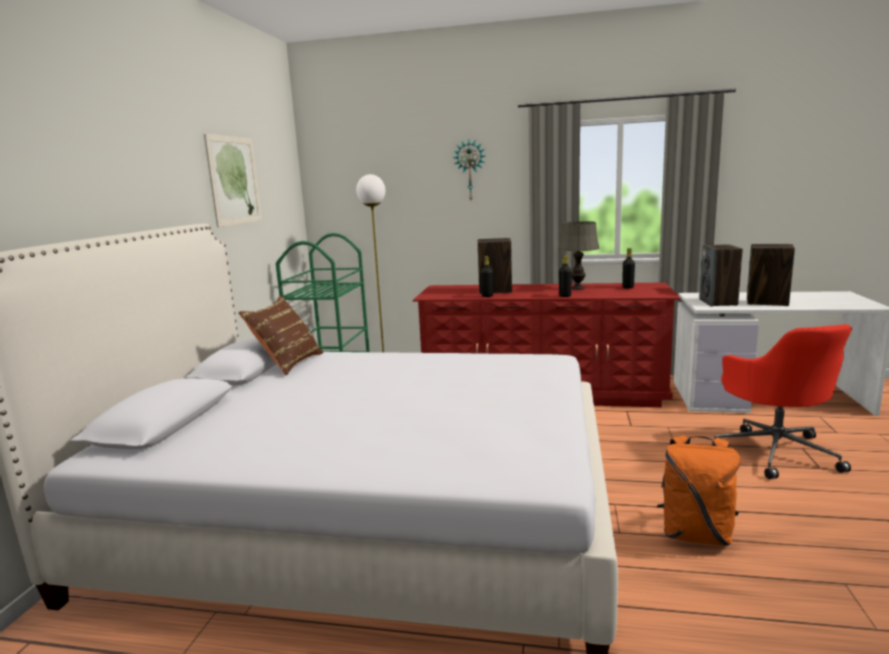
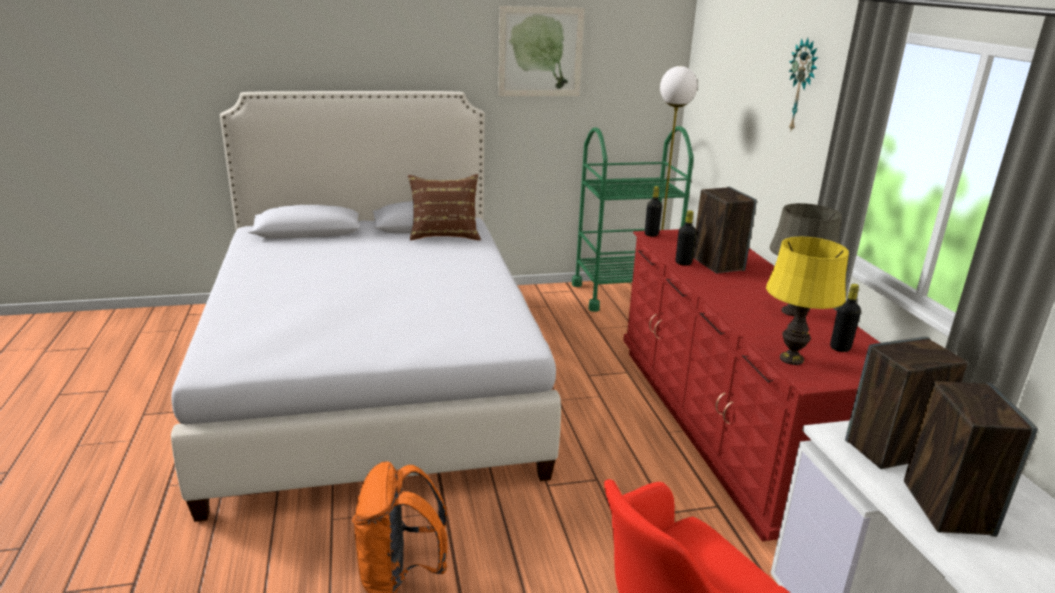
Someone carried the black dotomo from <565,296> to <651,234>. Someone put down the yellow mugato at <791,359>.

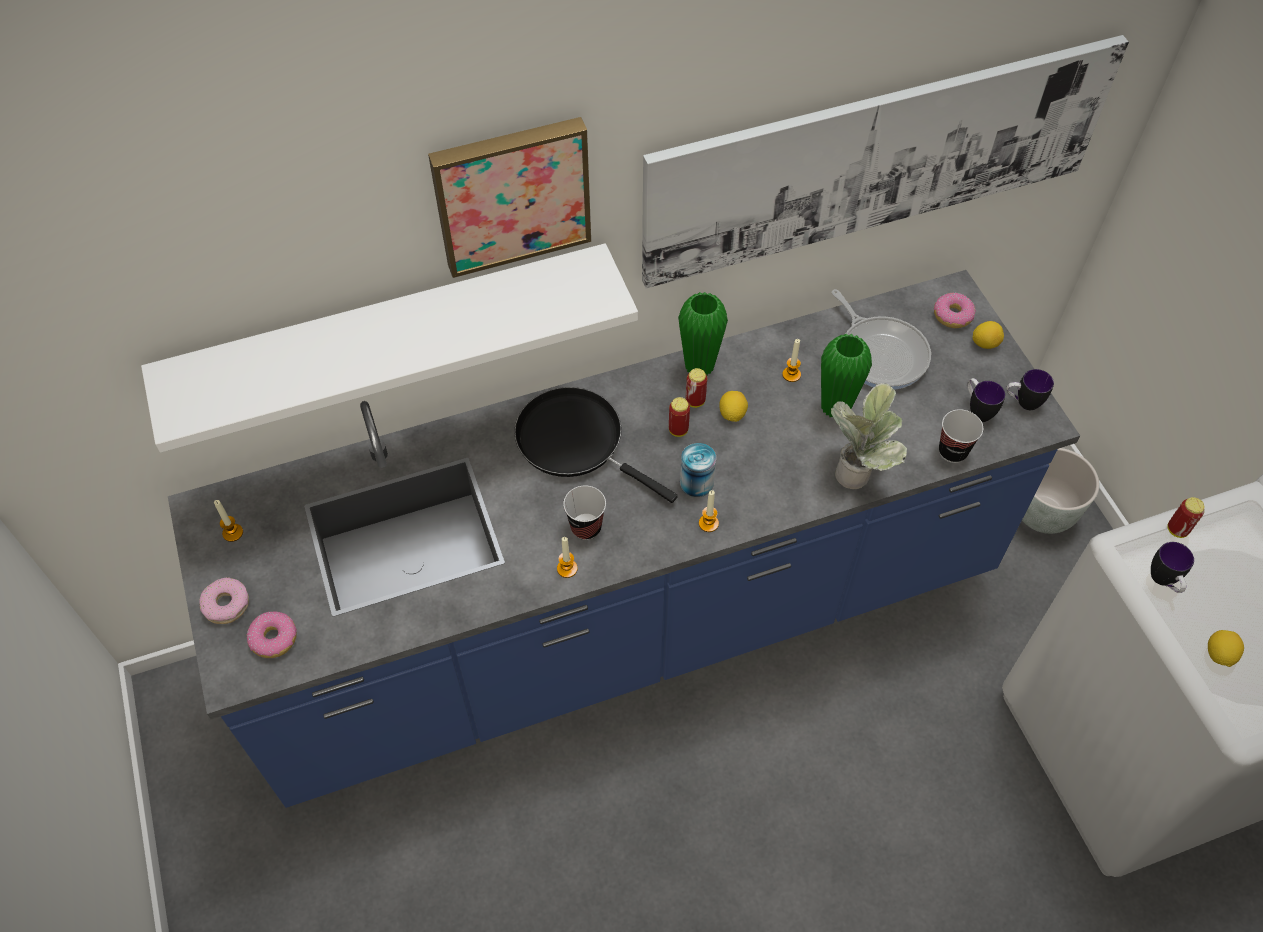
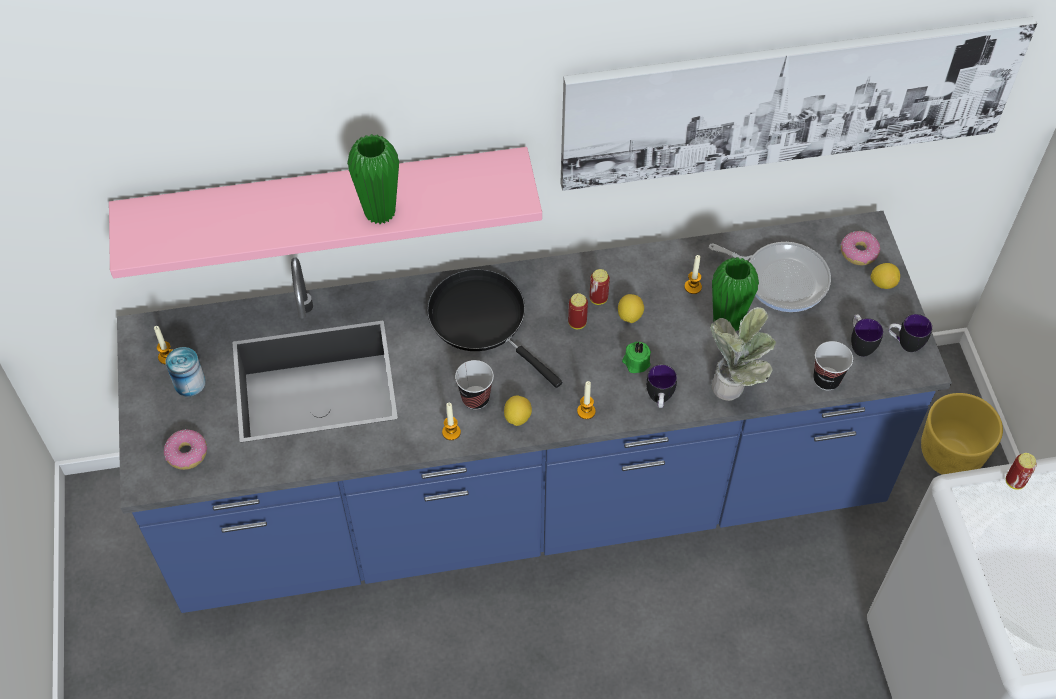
Someone took away the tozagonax at <511,193>. Someone repainted the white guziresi at <389,333>, which became the pink guziresi at <325,201>. Someone rotated the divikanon at <880,353> by 45 degrees counterclockwise. Someone carried the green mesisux from <699,366> to <380,212>. Someone carried the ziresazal from <696,482> to <190,383>. Someone repainted the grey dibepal at <1041,512>, which became the yellow dibepal at <948,455>. Someone carried the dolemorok from <1164,582> to <659,400>. Someone took away the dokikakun at <226,604>. Someone carried the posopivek from <1218,655> to <517,417>. Someone put down the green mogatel at <635,362>.

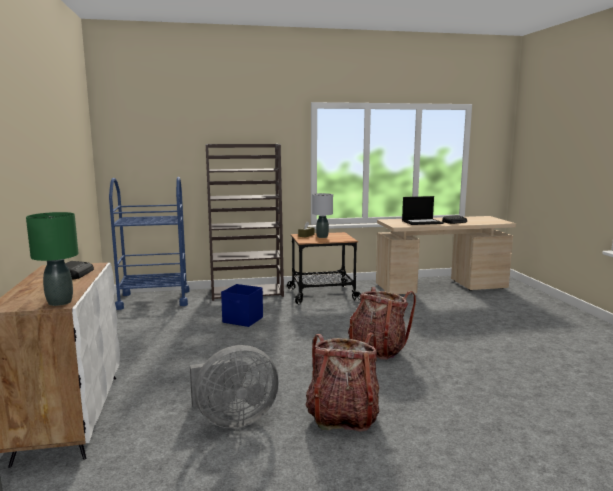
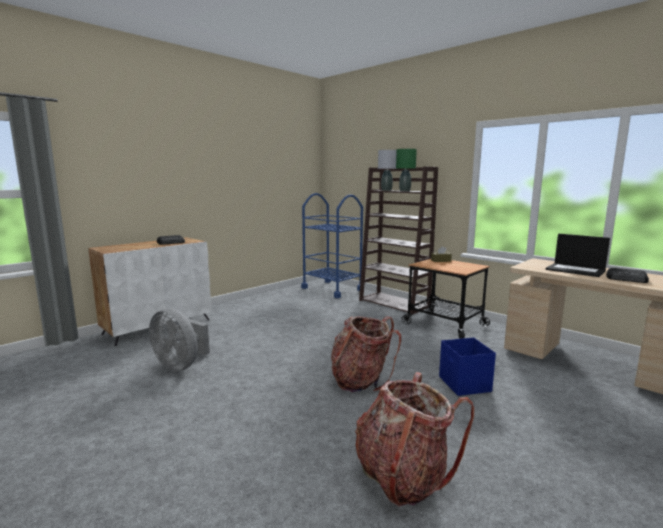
Someone carried the grey mugato from <322,237> to <386,190>. Someone carried the green mugato from <59,302> to <404,191>. Someone carried the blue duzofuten from <243,320> to <464,384>. Someone carried the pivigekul from <342,416> to <403,476>.

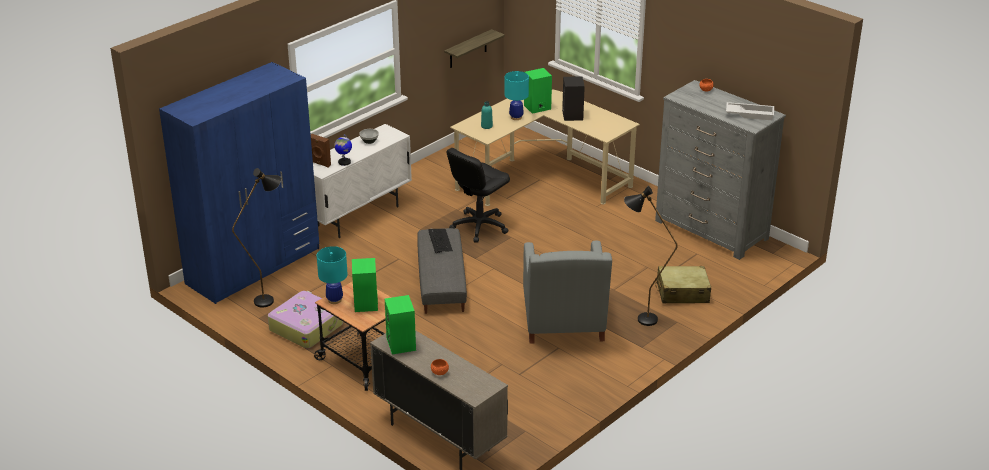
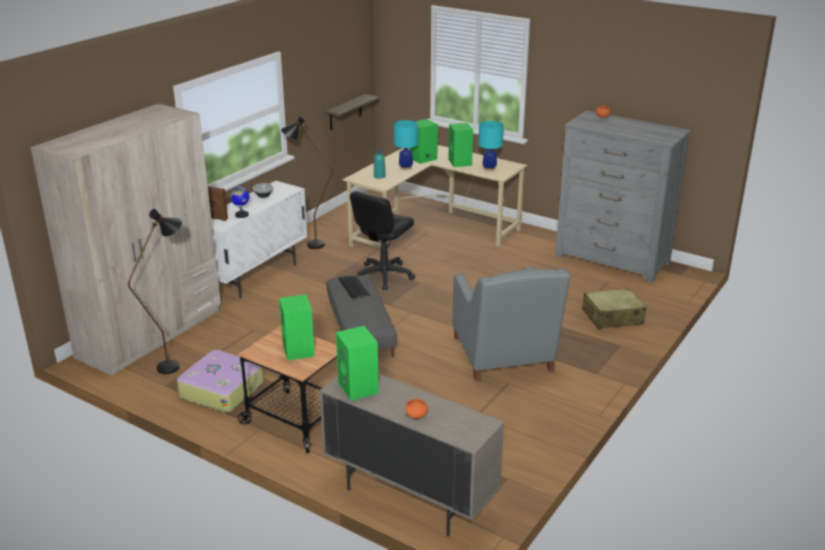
Someone repainted the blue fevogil at <254,266>, which became the beige fevogil at <151,333>. Someone repainted the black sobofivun at <573,115>, which became the green sobofivun at <460,162>. Someone took away the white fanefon at <750,114>. Someone carried the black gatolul from <639,319> to <309,245>. Someone carried the turquoise mugato from <334,300> to <489,168>.

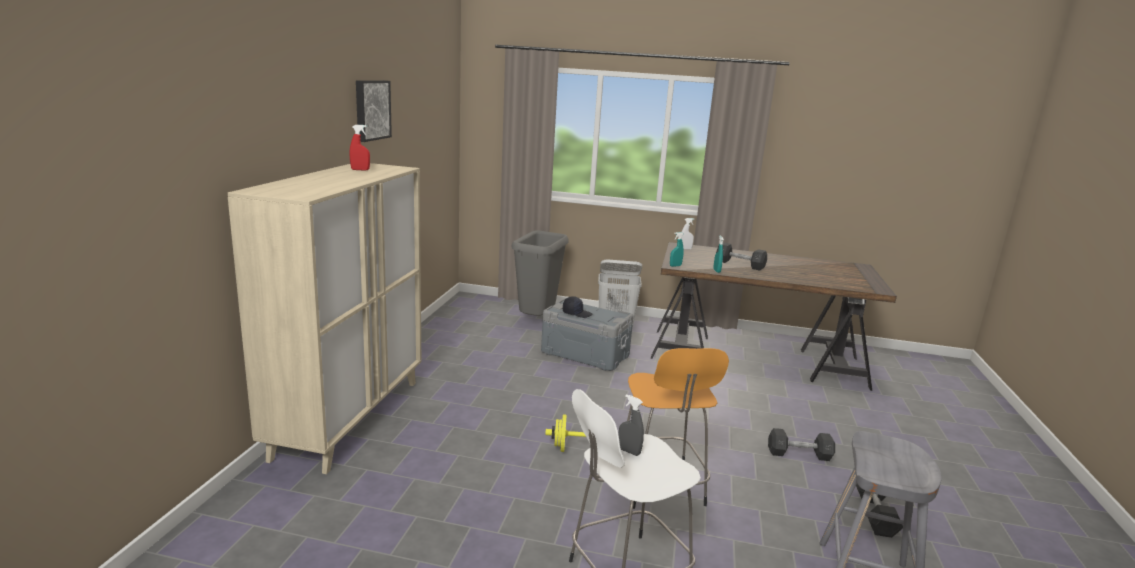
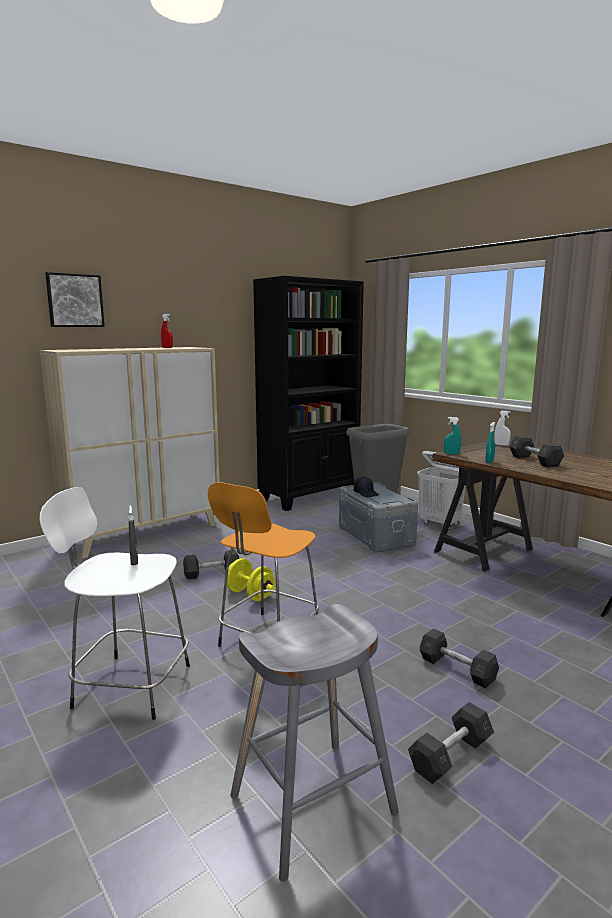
Someone carried the tozagonax from <371,110> to <75,300>. Someone put down the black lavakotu at <310,496>. Someone put down the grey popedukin at <212,573>.

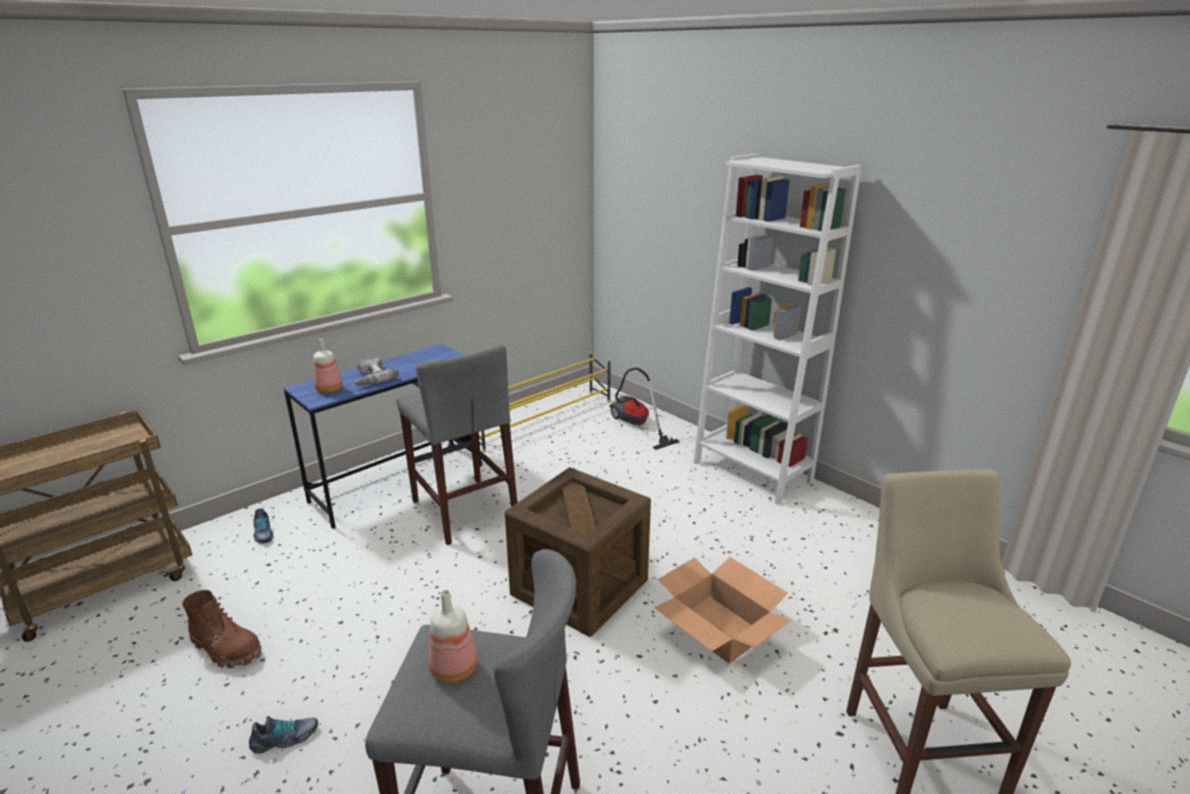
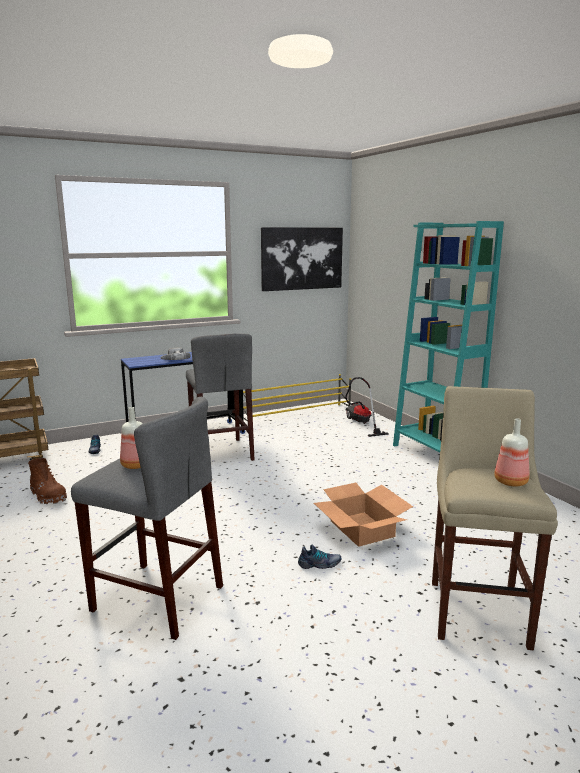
Someone repainted the white lavakotu at <752,472>, which became the turquoise lavakotu at <434,454>. Someone carried the dotomo from <330,389> to <510,481>. Someone took away the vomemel at <579,588>. Someone carried the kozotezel from <285,739> to <319,564>. Someone put up the tozagonax at <302,258>.

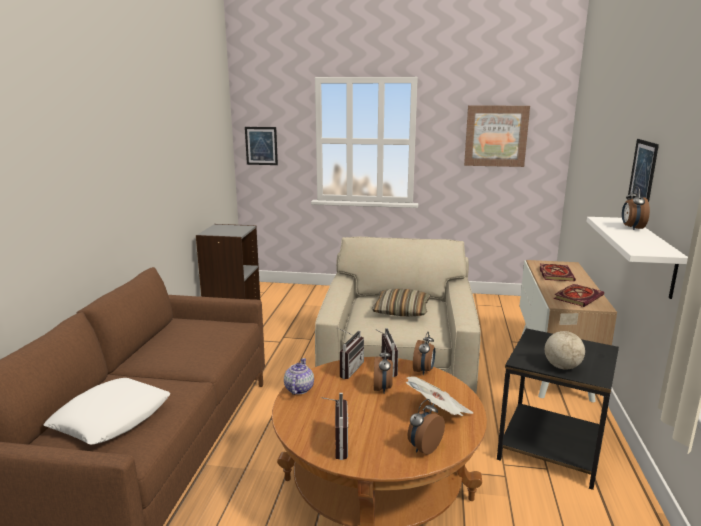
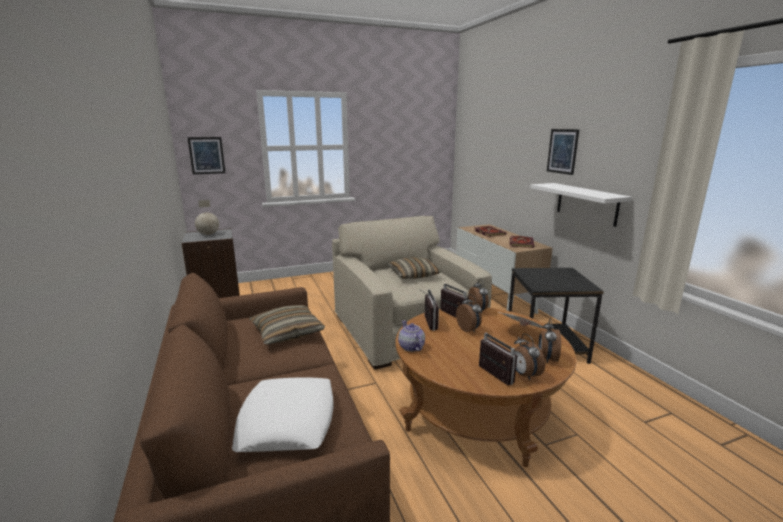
Someone took away the tozagonax at <496,136>. Someone carried the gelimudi from <631,228> to <524,375>. Someone carried the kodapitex from <561,367> to <208,234>. Someone put down the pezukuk at <287,332>.

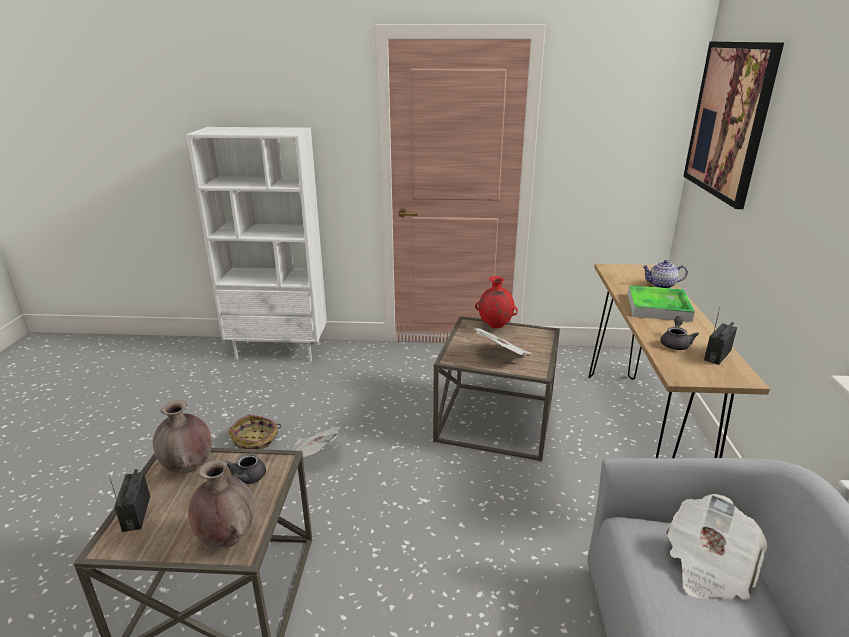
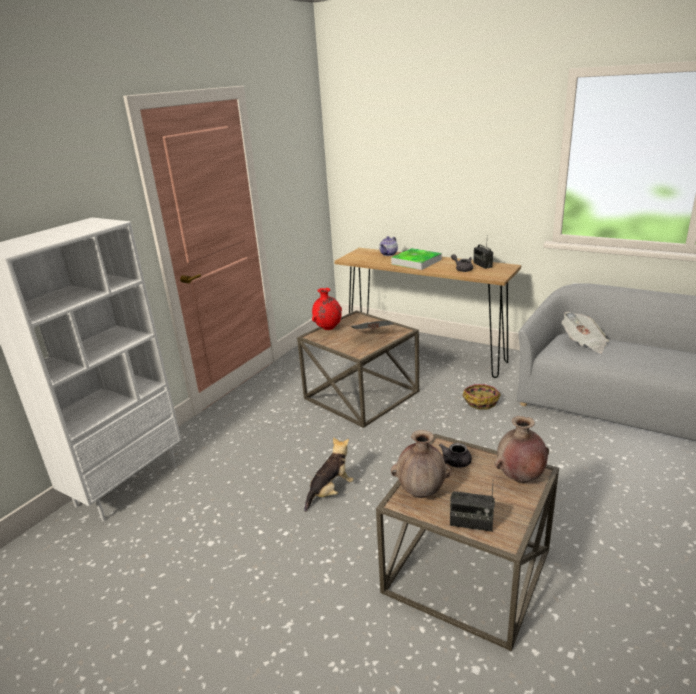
Someone took away the tozagonax at <729,120>. Someone carried the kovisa from <256,440> to <481,401>. Someone swapped the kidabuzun at <313,455> for the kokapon at <330,492>. Someone rotated the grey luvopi at <246,479> by 90 degrees clockwise.

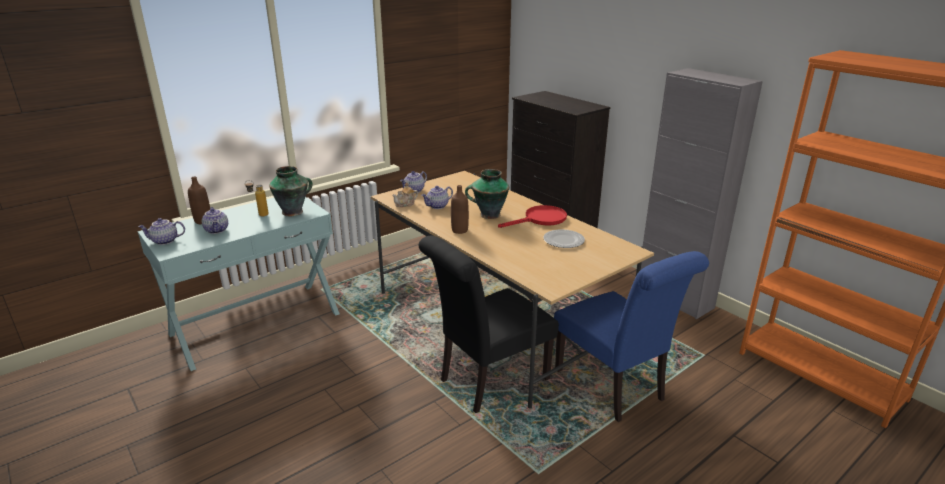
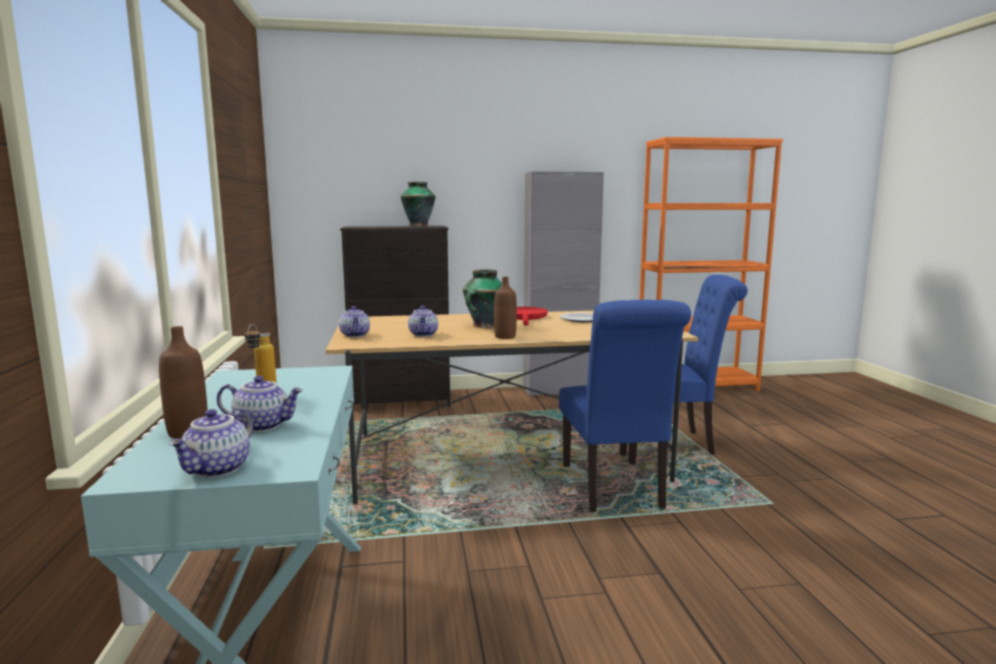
Someone carried the mesisux from <293,212> to <418,226>. Someone took away the luvopi at <405,204>. Someone repainted the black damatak at <488,381>, which became the blue damatak at <614,489>.

